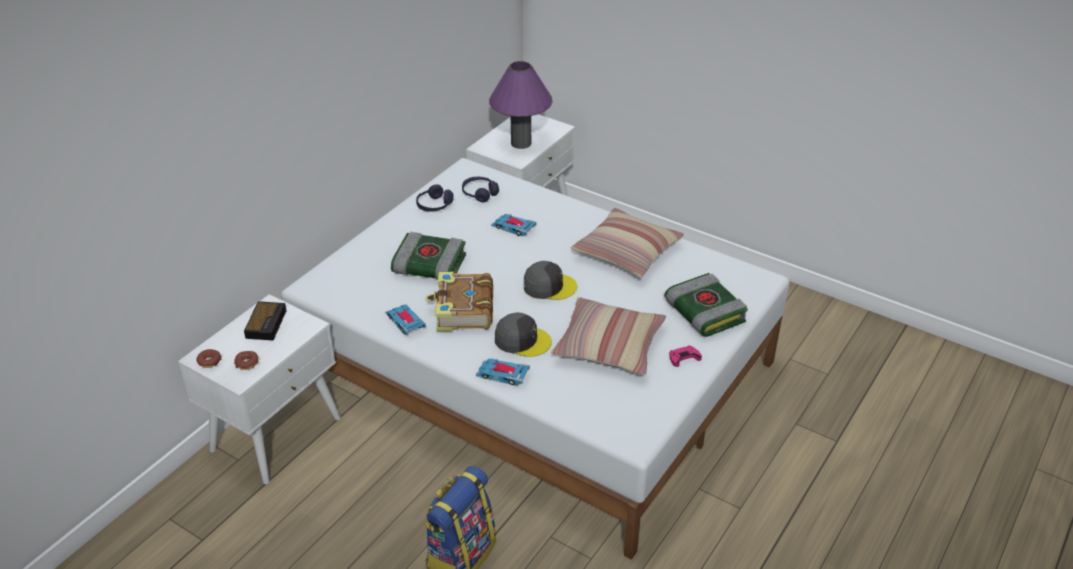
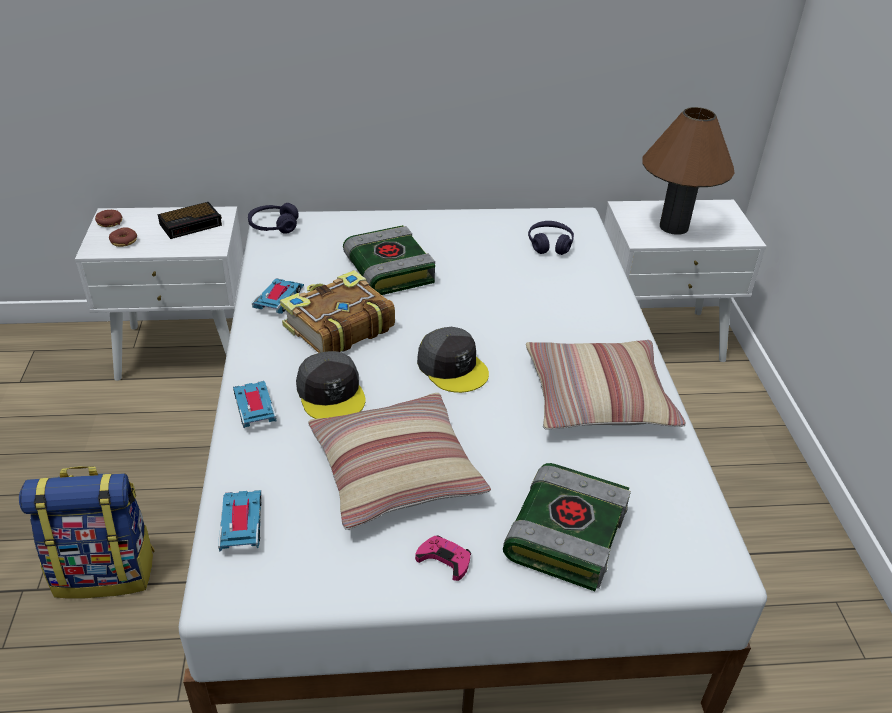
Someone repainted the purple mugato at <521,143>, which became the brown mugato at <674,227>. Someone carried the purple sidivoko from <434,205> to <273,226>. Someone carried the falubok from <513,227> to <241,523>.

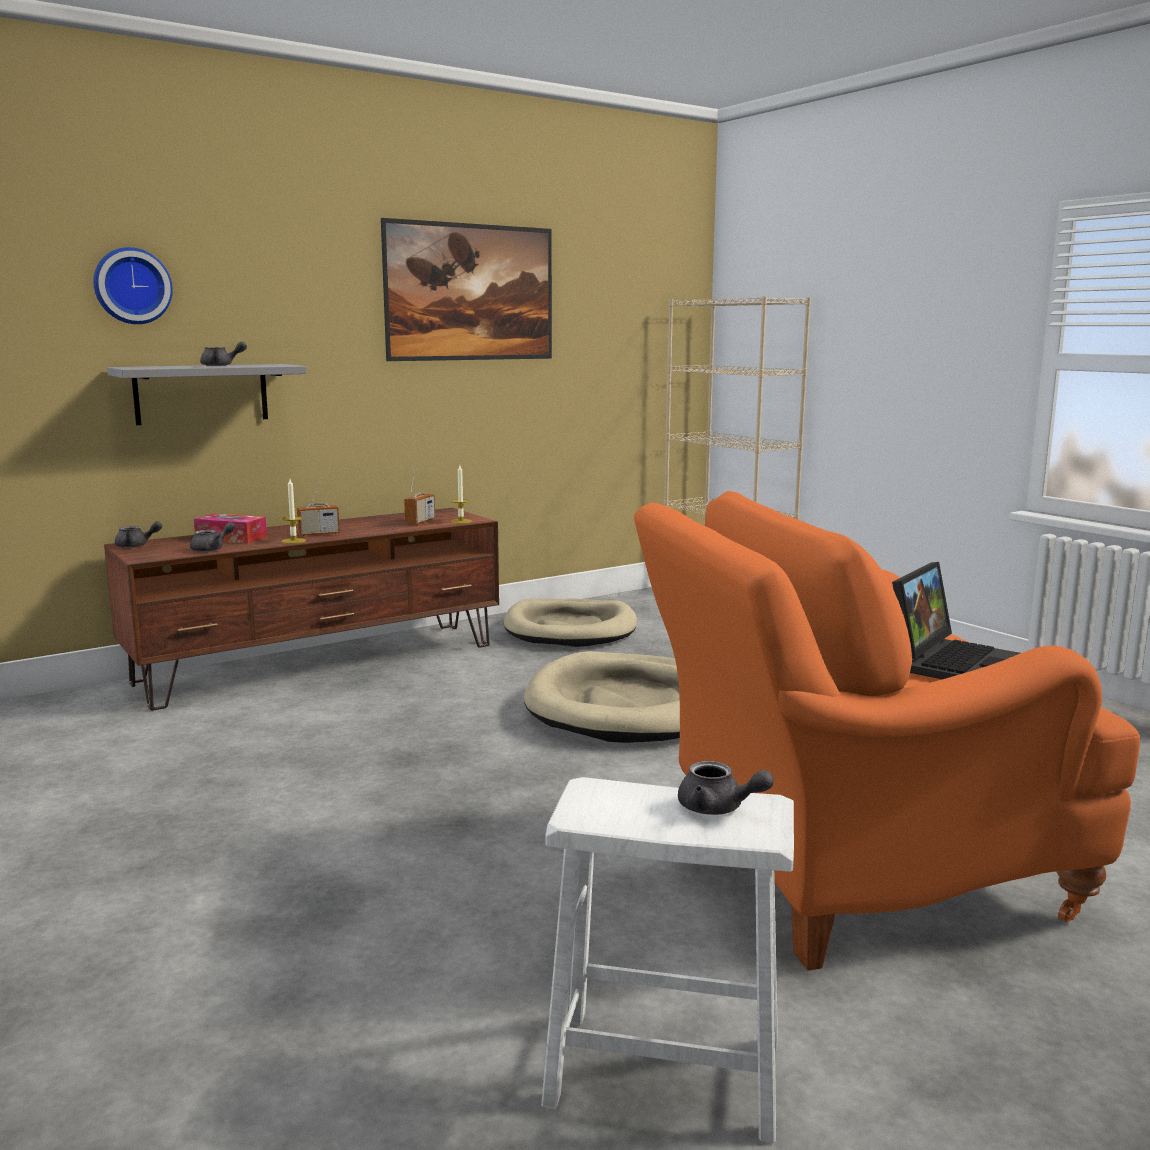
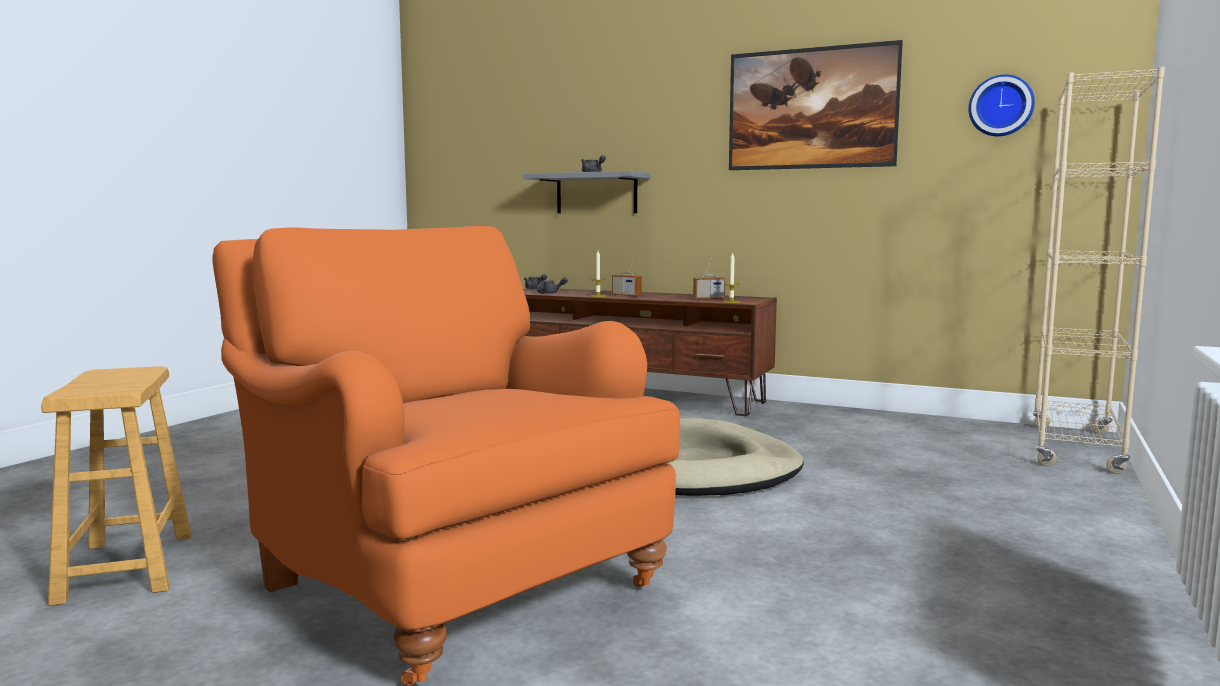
Someone carried the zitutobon from <132,286> to <1001,106>. Someone took away the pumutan at <231,538>. Someone took away the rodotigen at <952,662>. Someone took away the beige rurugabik at <570,629>. Someone took away the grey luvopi at <718,808>. Someone repainted the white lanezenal at <664,1073>, which became the brown lanezenal at <126,567>.

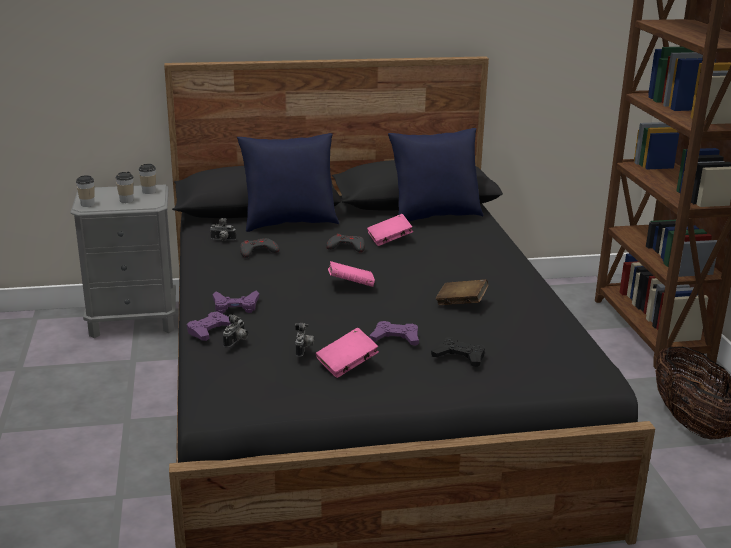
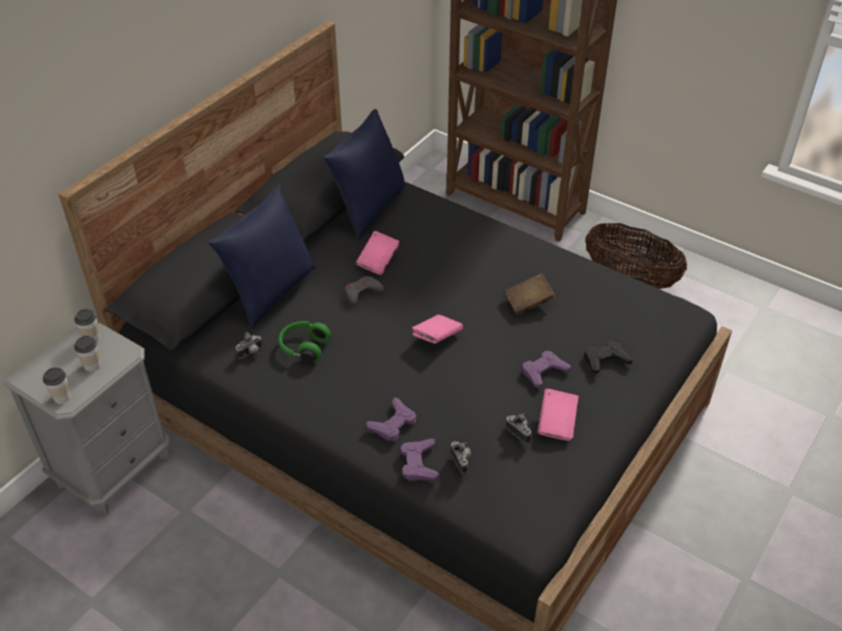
Someone swapped the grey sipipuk at <257,251> for the green sidivoko at <303,347>.

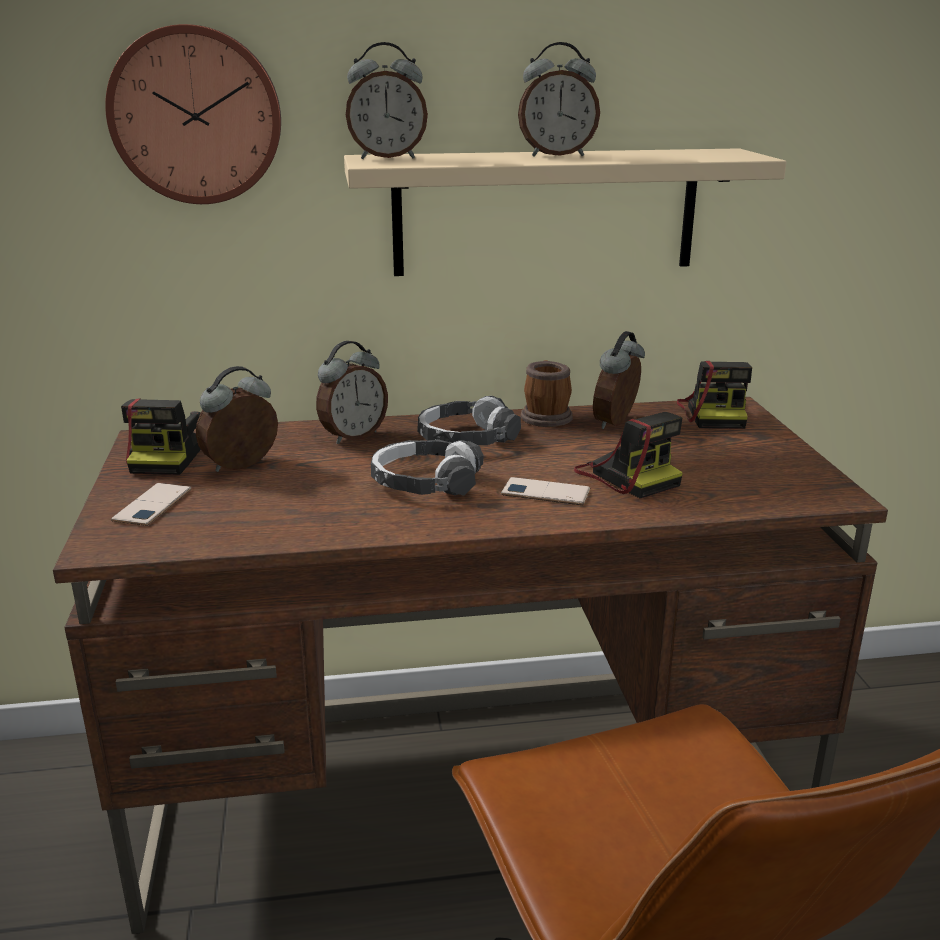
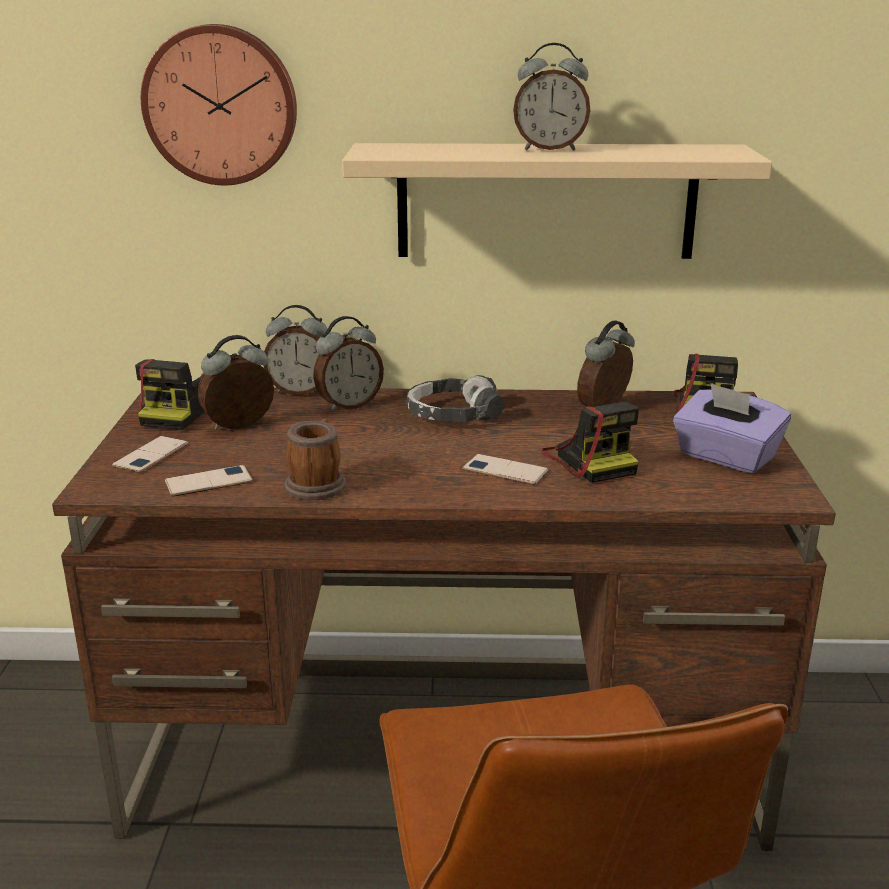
Someone carried the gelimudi from <387,158> to <300,391>. Someone carried the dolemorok from <545,415> to <317,483>. Someone took away the sidivoko at <426,482>. Someone put down the purple pumutan at <726,457>. Someone put down the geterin at <209,482>.

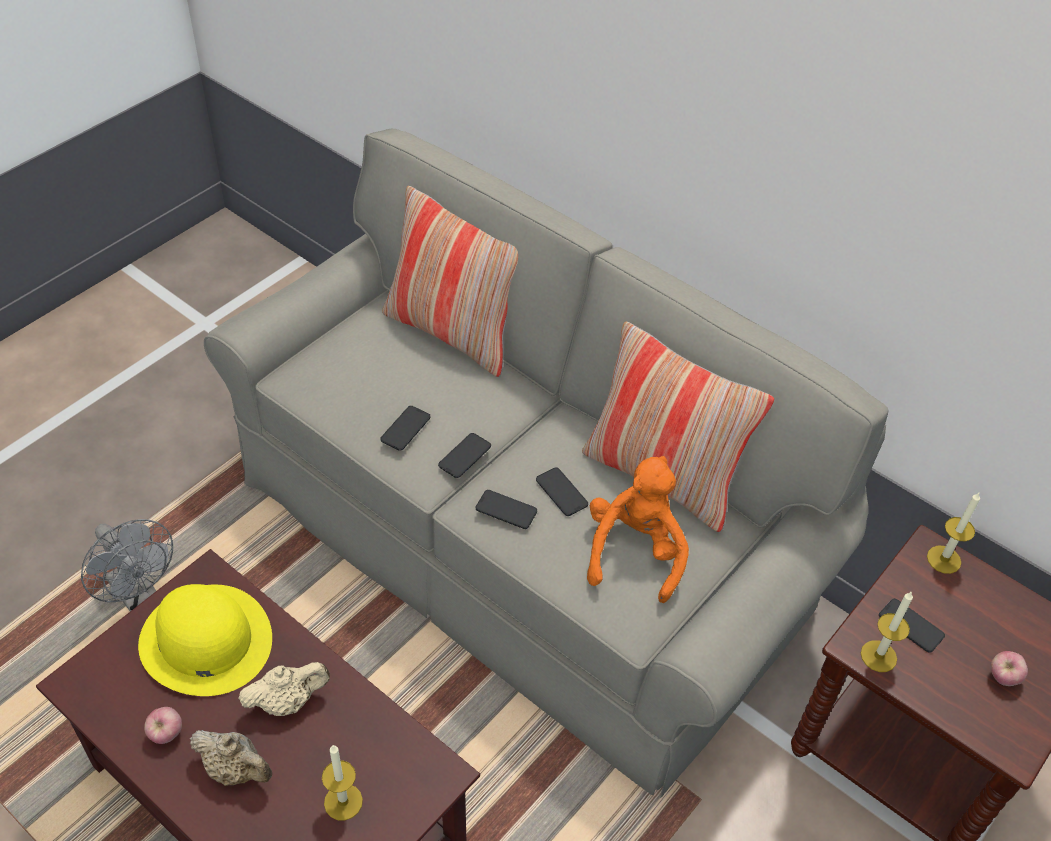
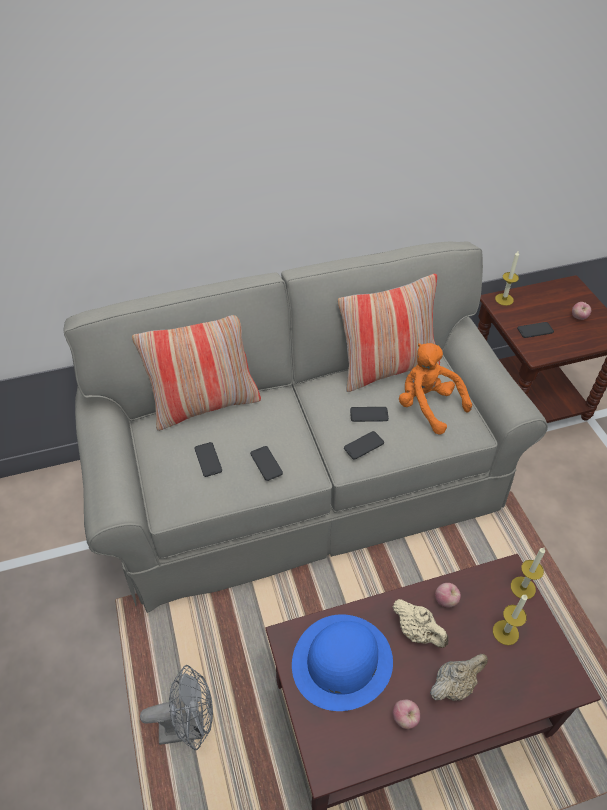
Someone carried the geterin from <464,456> to <208,459>. Someone repainted the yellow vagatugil at <205,640>, which became the blue vagatugil at <342,662>. Someone carried the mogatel from <878,656> to <523,588>. Someone rotated the beige luvopi at <288,701> by 120 degrees clockwise. Someone put down the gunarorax at <446,600>.

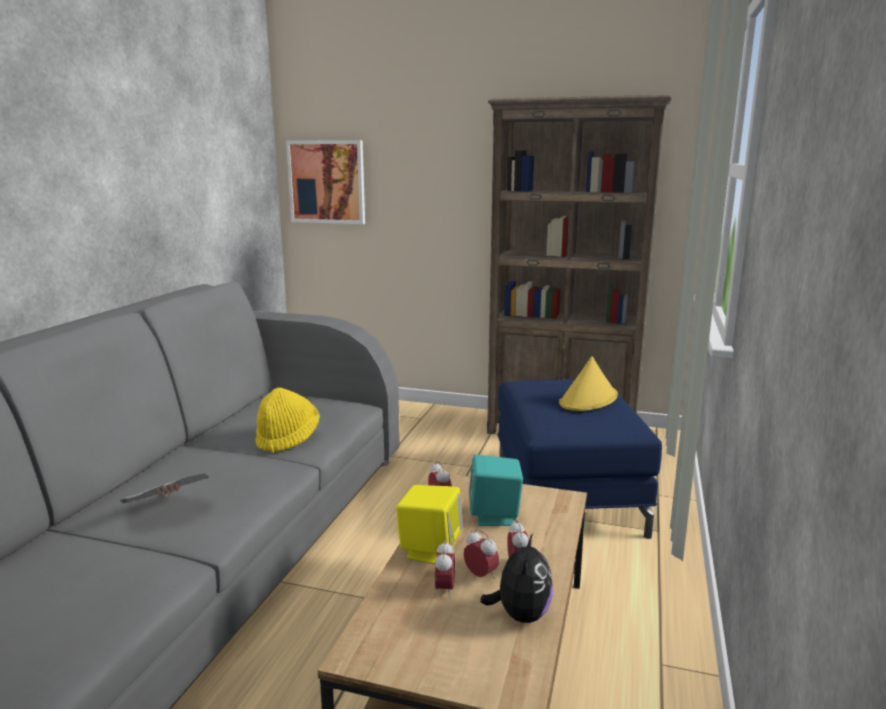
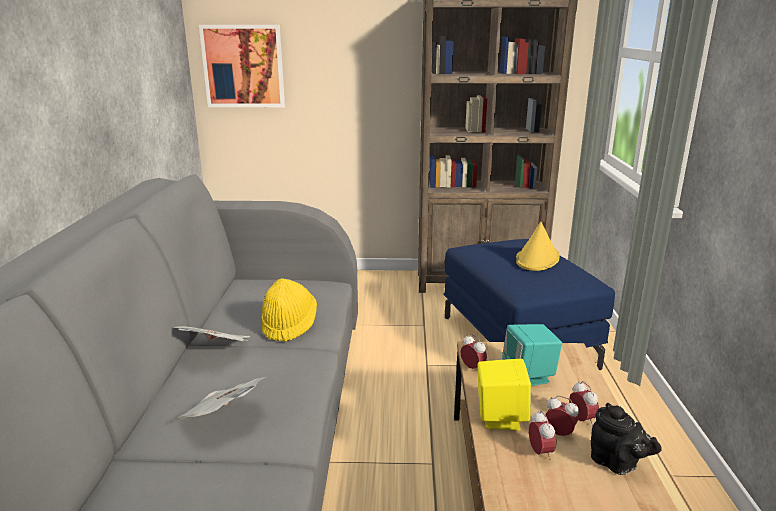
Someone swapped the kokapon at <520,615> for the black luvopi at <616,464>. Someone put down the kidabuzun at <216,350>.

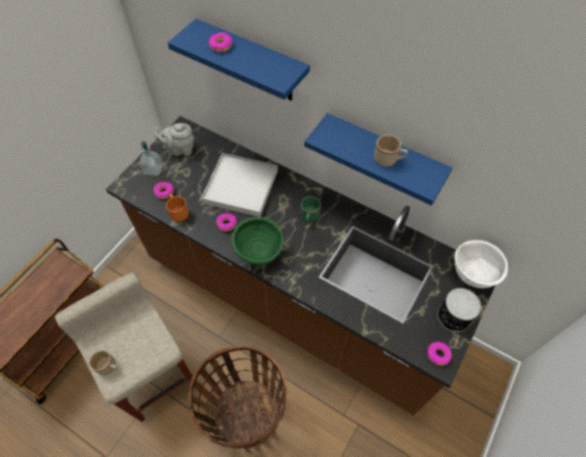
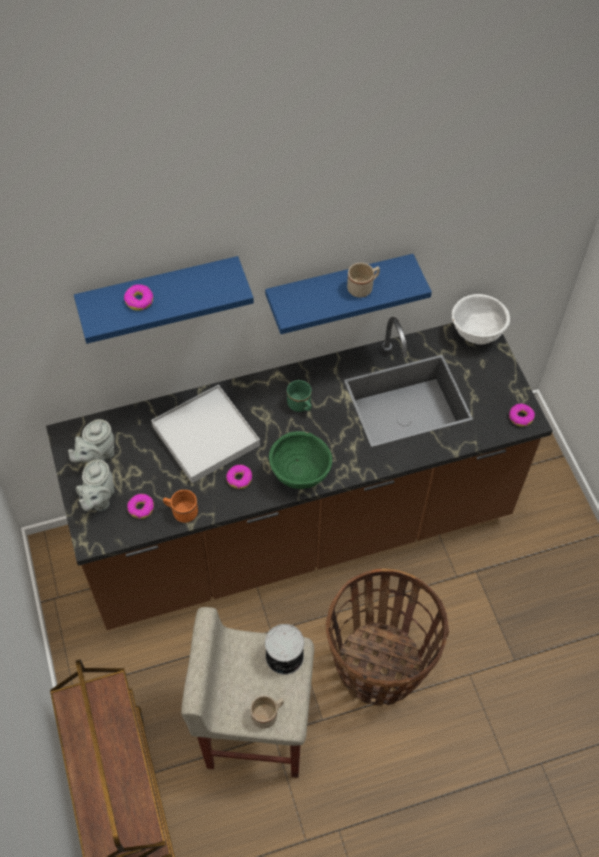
Someone swapped the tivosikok at <153,169> for the grey luvopi at <99,499>. Someone carried the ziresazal from <453,317> to <284,657>.

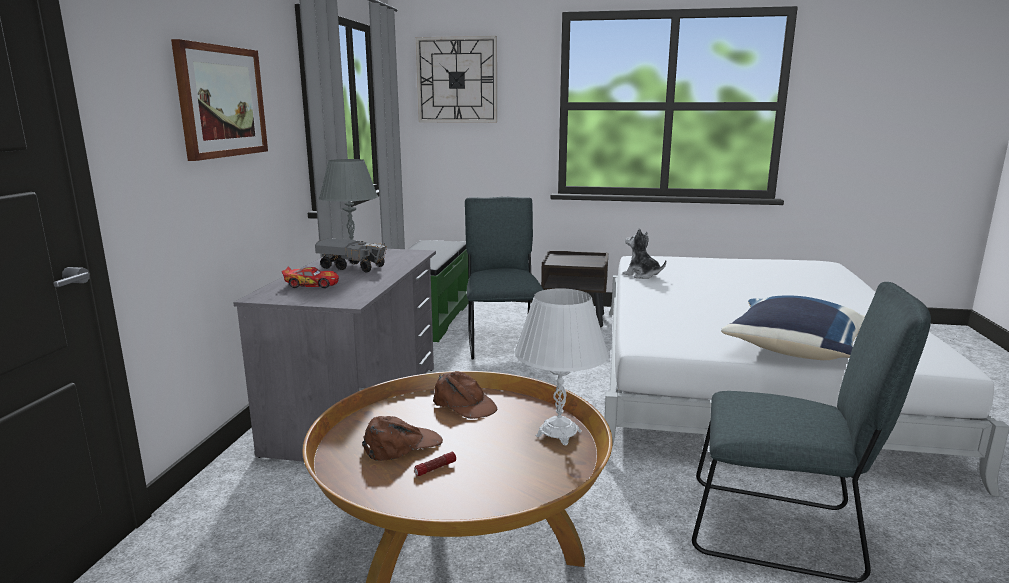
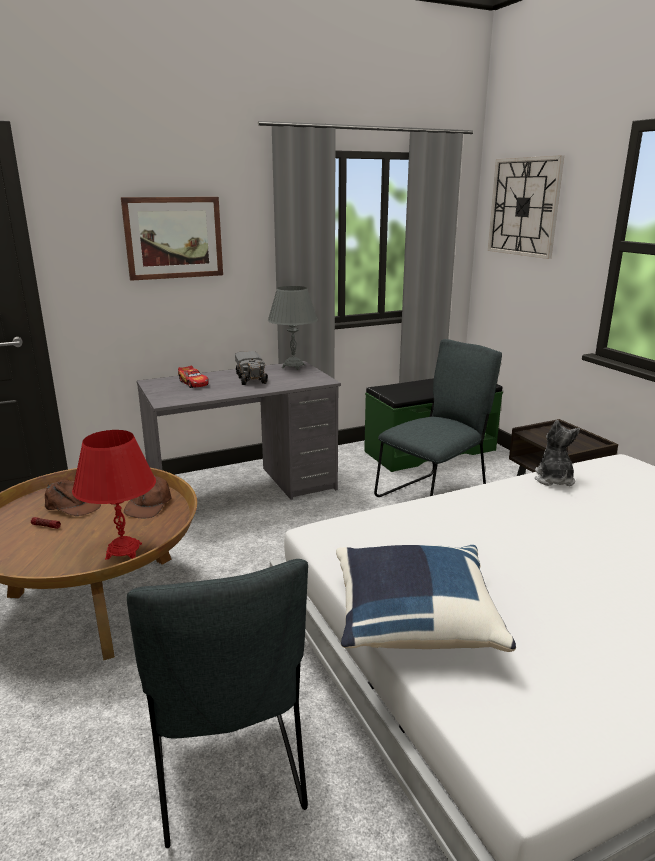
Someone repainted the white mugato at <559,433>, which became the red mugato at <124,551>.

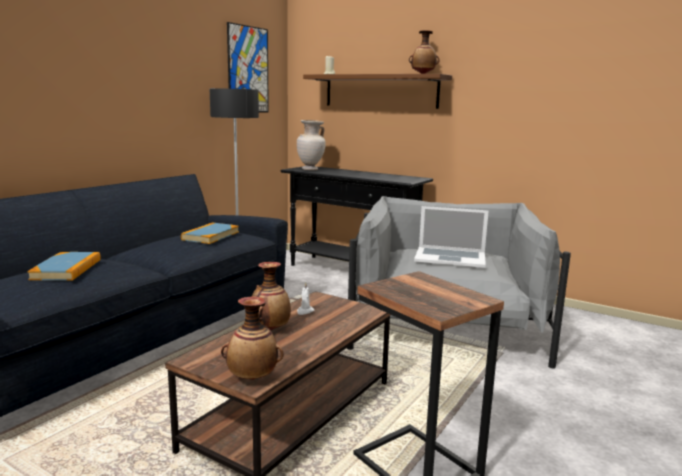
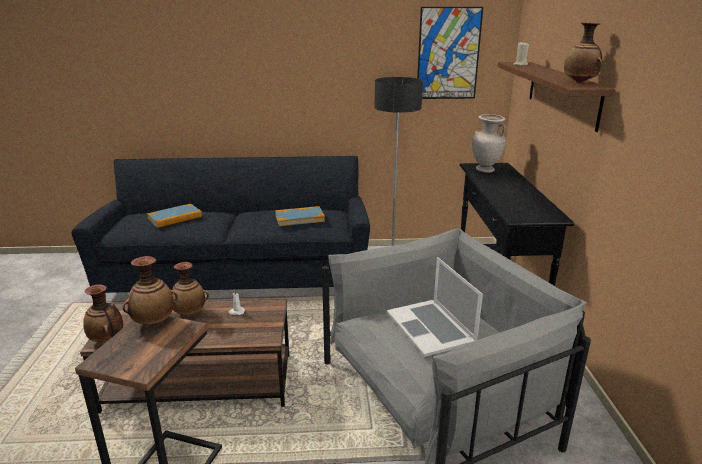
Someone put down the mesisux at <154,322>.

